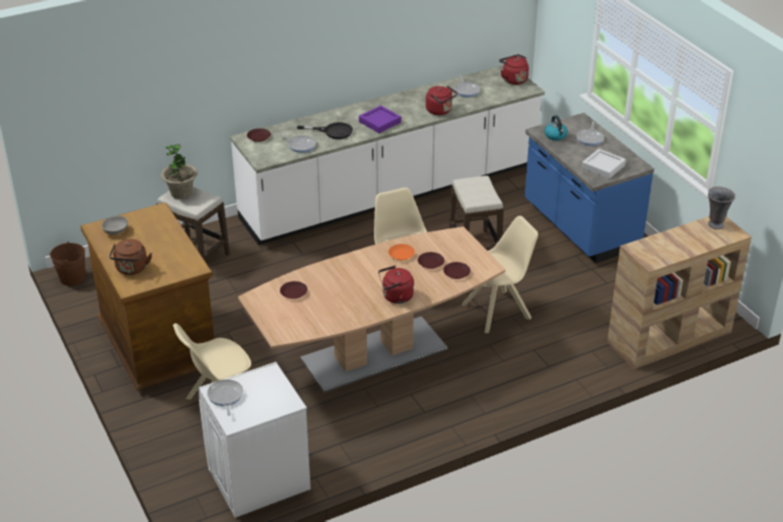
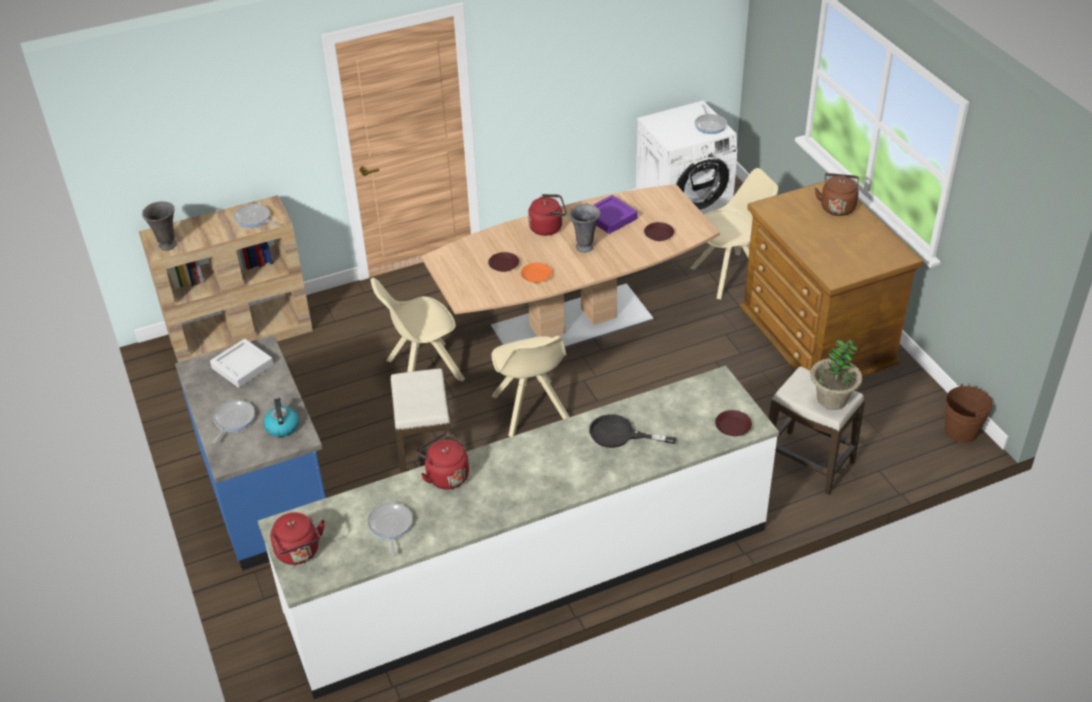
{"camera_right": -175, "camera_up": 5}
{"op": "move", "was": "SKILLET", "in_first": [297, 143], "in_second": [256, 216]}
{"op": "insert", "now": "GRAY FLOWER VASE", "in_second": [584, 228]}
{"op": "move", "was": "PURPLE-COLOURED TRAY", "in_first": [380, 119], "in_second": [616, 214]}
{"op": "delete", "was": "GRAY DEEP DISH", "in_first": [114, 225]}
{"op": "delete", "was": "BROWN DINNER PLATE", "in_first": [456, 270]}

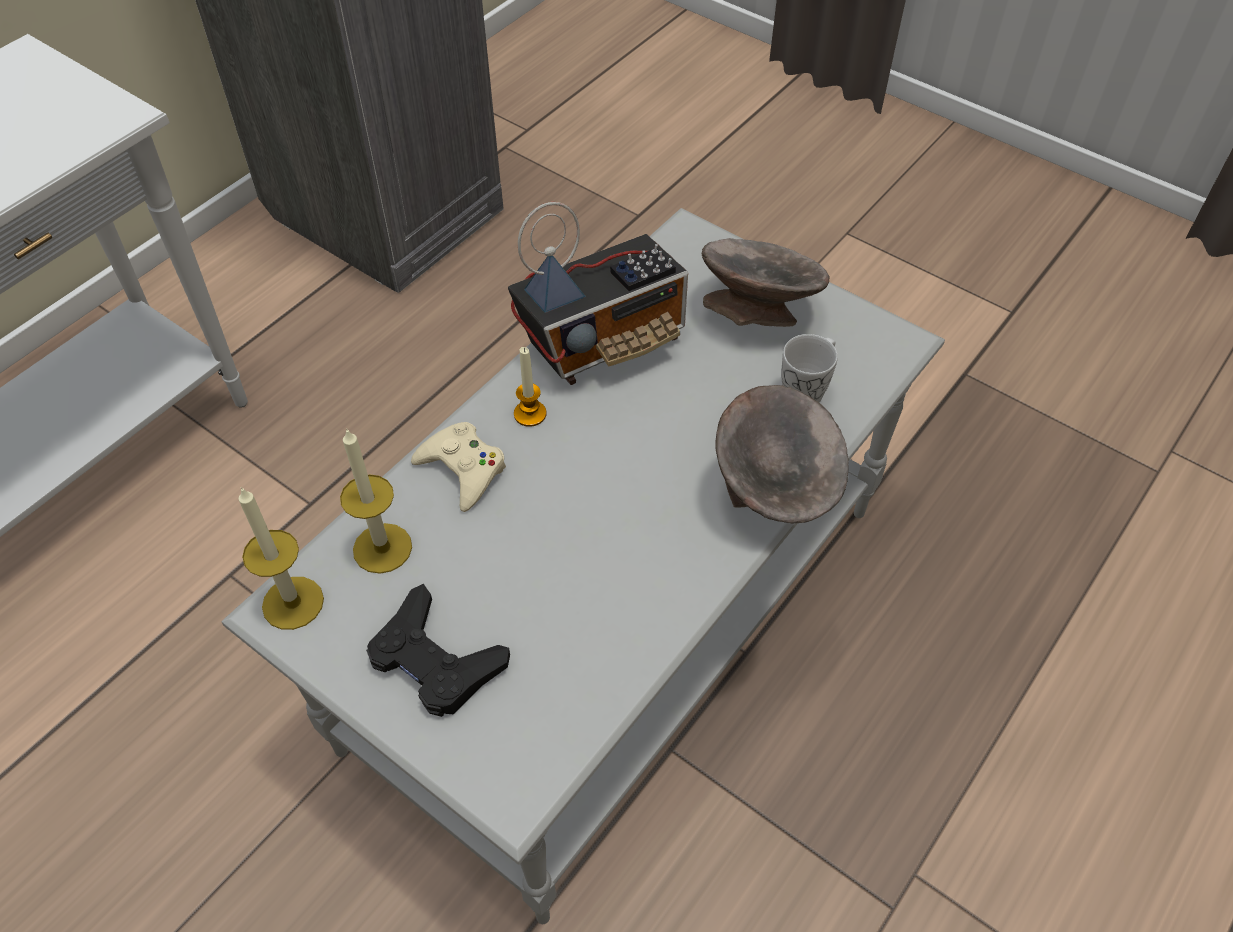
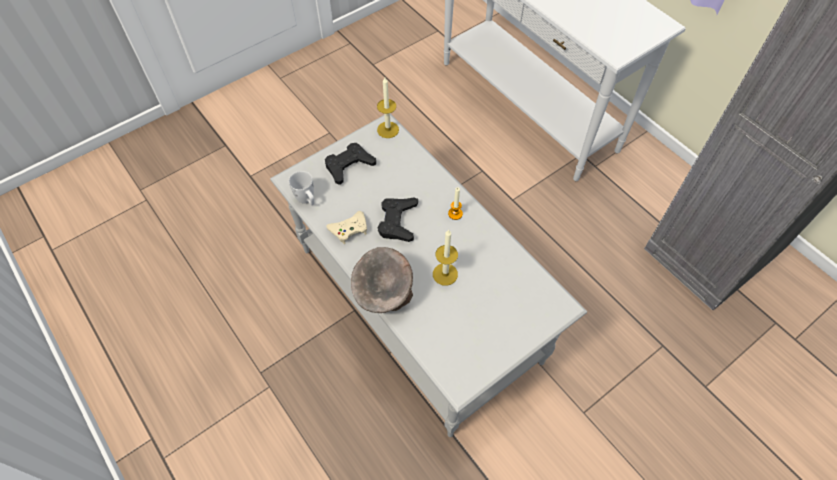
{"camera_right": 105, "camera_up": 5}
{"op": "move", "was": "WHITE-COLOURED MUG", "in_first": [809, 368], "in_second": [301, 188]}
{"op": "move", "was": "BEIGE GAME CONTROLLER", "in_first": [458, 467], "in_second": [346, 227]}
{"op": "insert", "now": "BLACK GAME CONTROLLER", "in_second": [398, 220]}
{"op": "move", "was": "CANDLE", "in_first": [376, 501], "in_second": [445, 257]}
{"op": "delete", "was": "RADIO SET", "in_first": [598, 293]}
{"op": "delete", "was": "GRAY DEEP DISH", "in_first": [765, 282]}

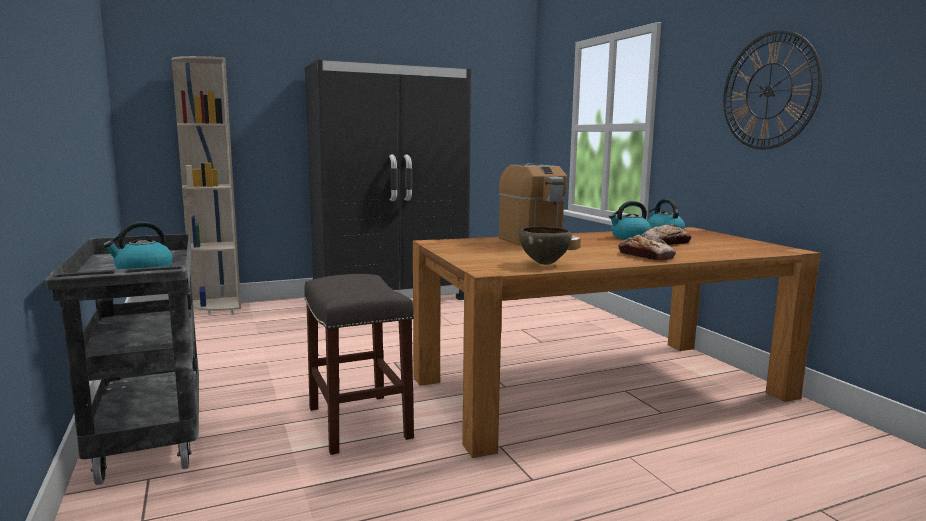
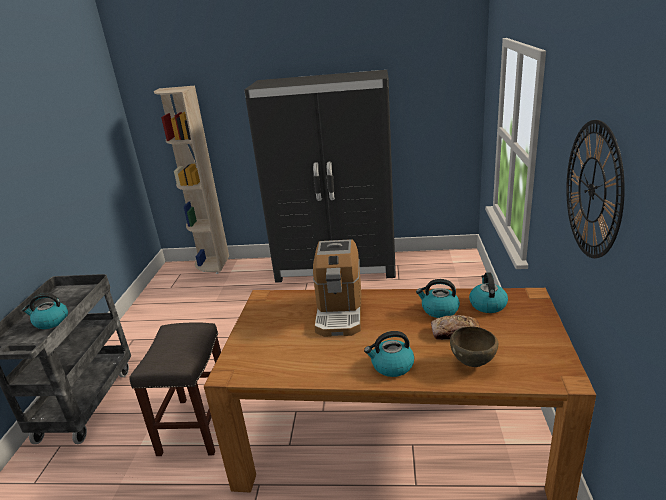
{"camera_right": 30, "camera_up": 15}
{"op": "replace", "was": "BREAD", "now": "WATER KETTLE", "in_first": [647, 248], "in_second": [389, 354]}
{"op": "move", "was": "BROWN DEEP DISH", "in_first": [545, 246], "in_second": [474, 346]}

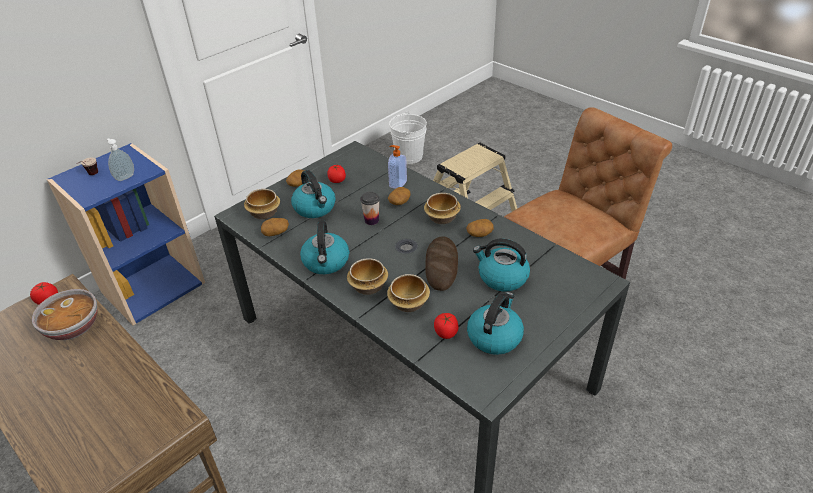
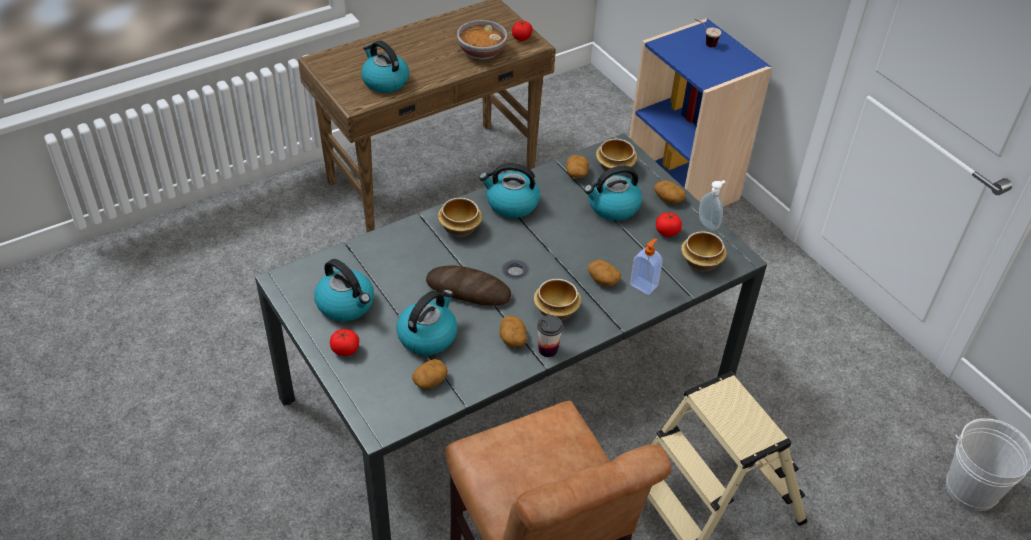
{"camera_right": 100, "camera_up": 5}
{"op": "move", "was": "TOMATO", "in_first": [446, 326], "in_second": [344, 342]}
{"op": "insert", "now": "WATER KETTLE", "in_second": [385, 66]}
{"op": "insert", "now": "SPUD", "in_second": [430, 374]}
{"op": "move", "was": "CUP", "in_first": [370, 208], "in_second": [550, 336]}
{"op": "move", "was": "DEEP DISH", "in_first": [408, 293], "in_second": [704, 251]}
{"op": "move", "was": "LIQUID SOAP BOTTLE", "in_first": [120, 159], "in_second": [712, 205]}

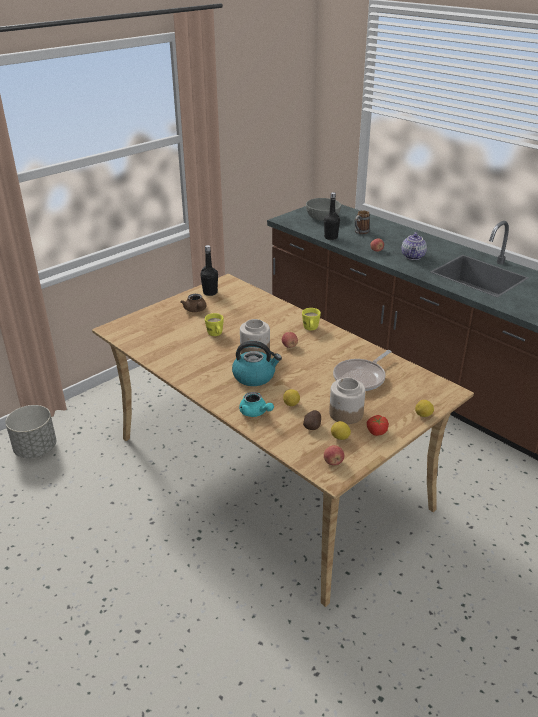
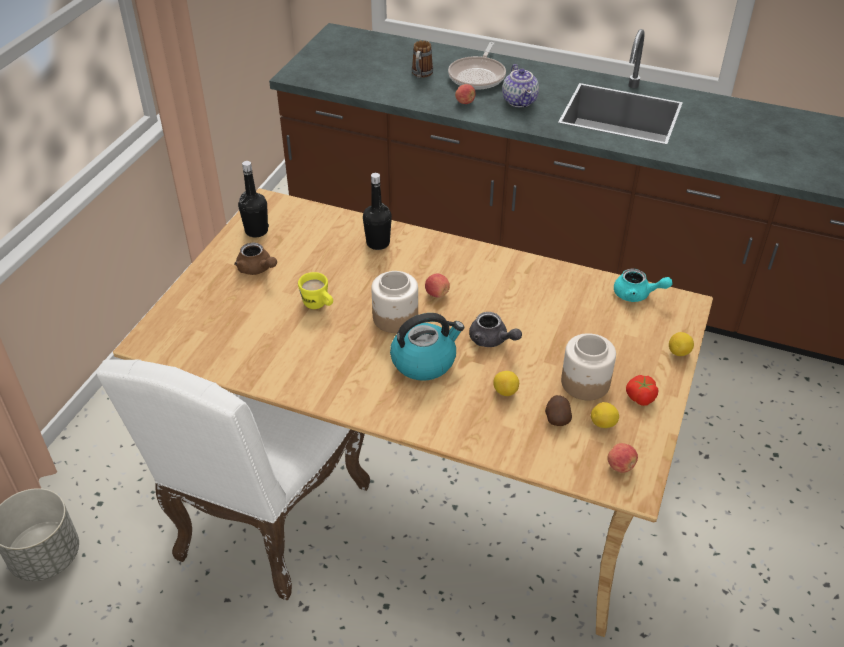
{"camera_right": -25, "camera_up": 10}
{"op": "insert", "now": "WHITE-COLOURED CHAIR", "in_second": [233, 479]}
{"op": "move", "was": "BLACK BOTTLE", "in_first": [332, 216], "in_second": [377, 211]}
{"op": "move", "was": "SKILLET", "in_first": [362, 370], "in_second": [477, 65]}
{"op": "insert", "now": "GRAY TEAPOT", "in_second": [495, 329]}
{"op": "move", "was": "TURQUOISE TEAPOT", "in_first": [256, 404], "in_second": [643, 285]}
{"op": "delete", "was": "YELLOW MUG", "in_first": [311, 319]}
{"op": "delete", "was": "GRAY DEEP DISH", "in_first": [323, 209]}

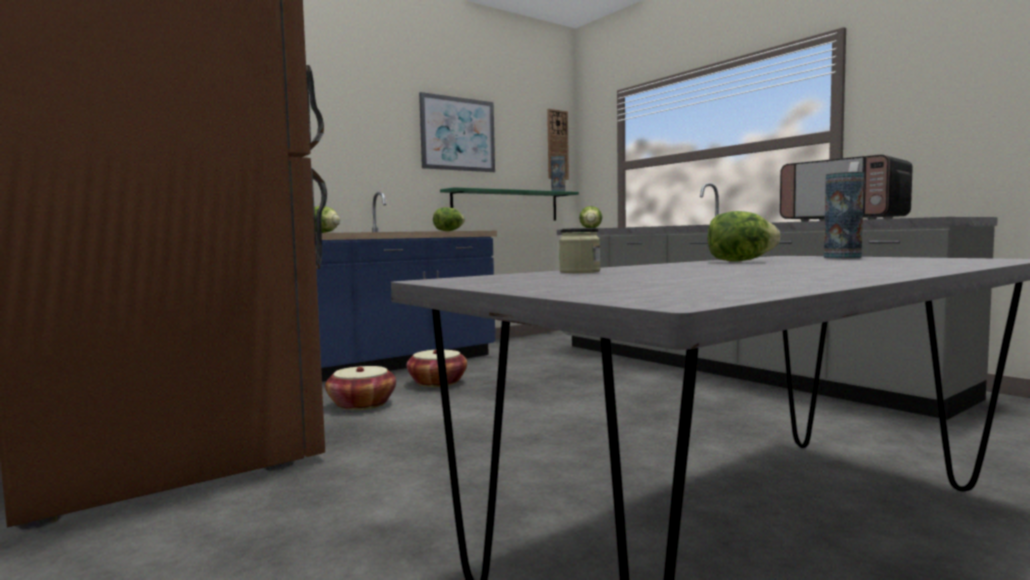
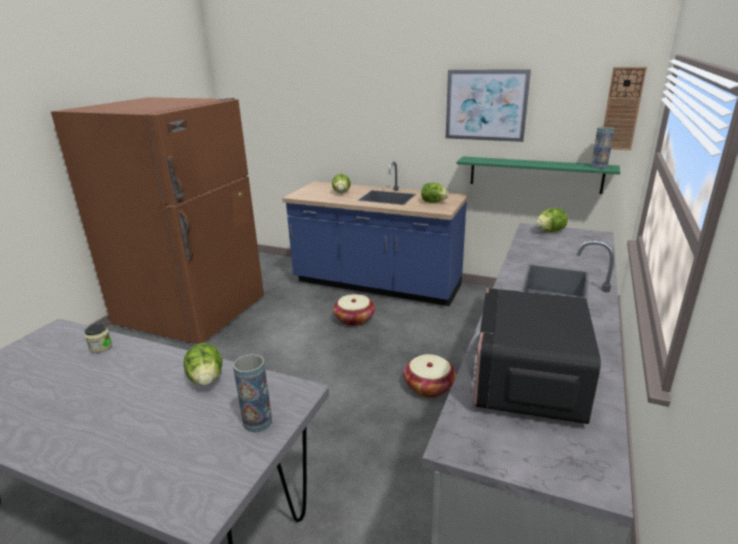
{"camera_right": 60, "camera_up": 20}
{"op": "move", "was": "HOUSEHOLD BASKET", "in_first": [360, 388], "in_second": [430, 375]}

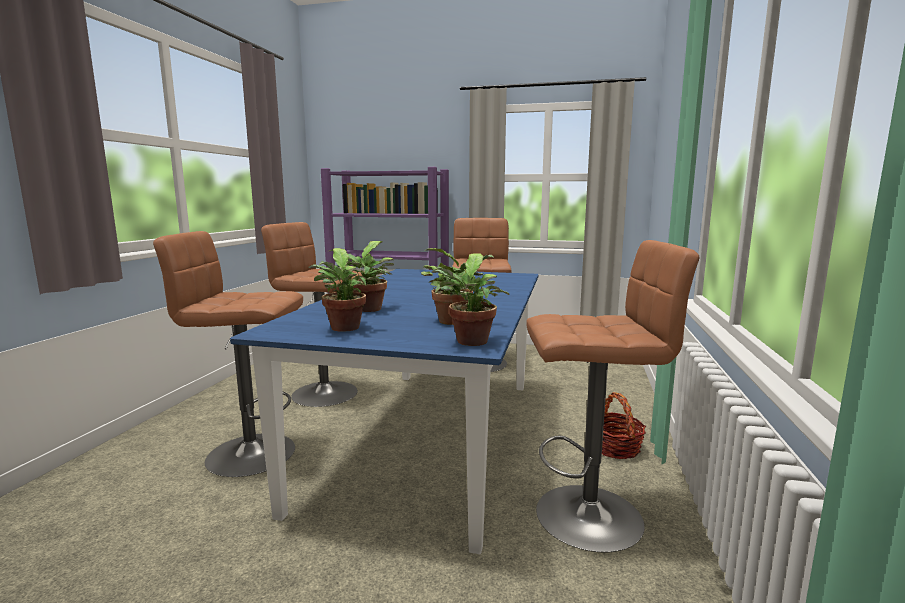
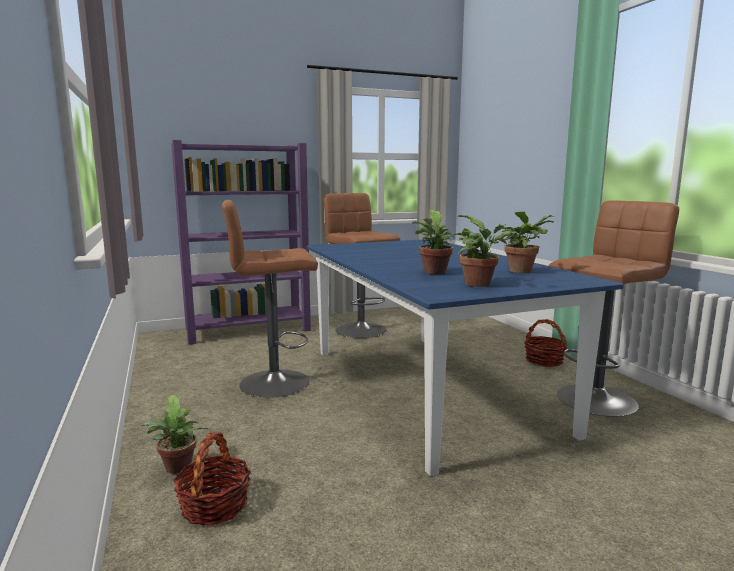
{"camera_right": -35, "camera_up": 0}
{"op": "move", "was": "HOUSEPLANT", "in_first": [471, 299], "in_second": [174, 434]}
{"op": "insert", "now": "HOUSEHOLD BASKET", "in_second": [212, 479]}
{"op": "delete", "was": "BROWN SITTING STOOL", "in_first": [228, 354]}

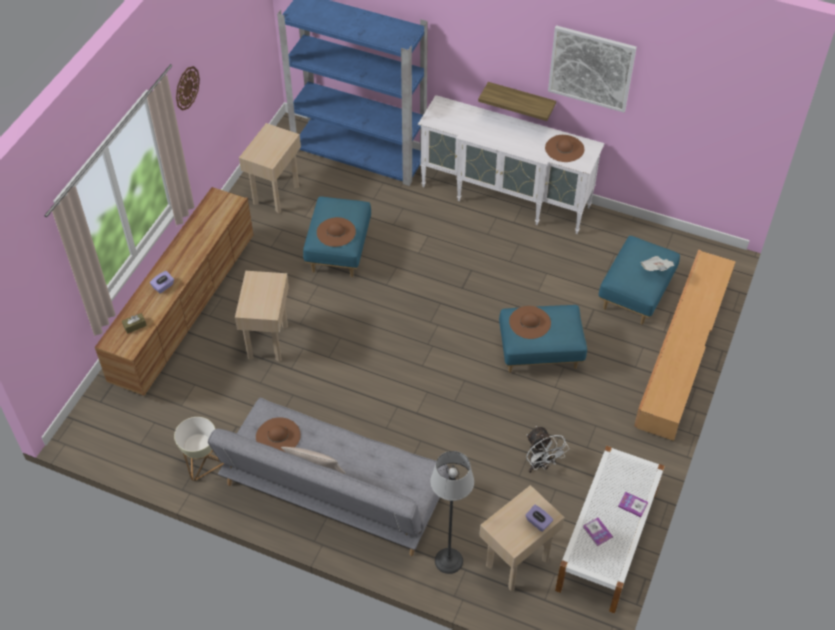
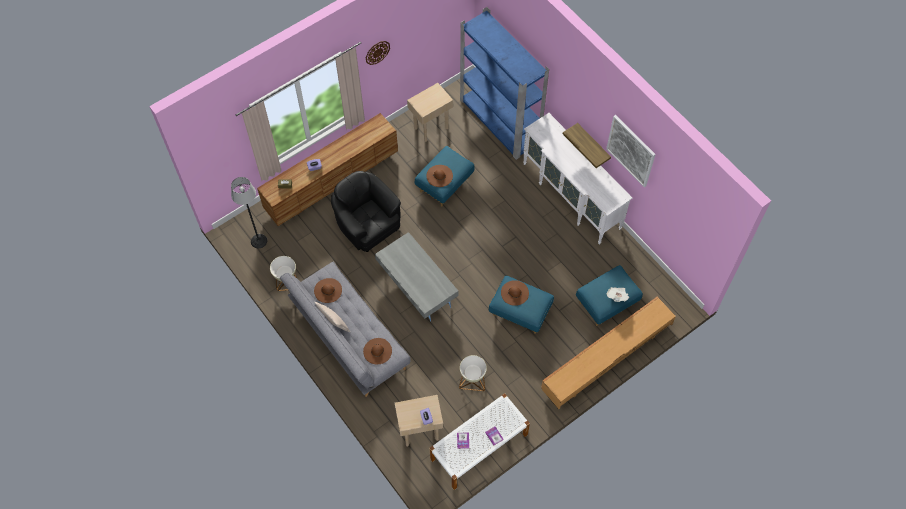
{"camera_right": 30, "camera_up": 10}
{"op": "move", "was": "STANDING LAMP", "in_first": [452, 512], "in_second": [249, 212]}
{"op": "replace", "was": "BEIGE ACCENT TABLE", "now": "BLACK EASY CHAIR", "in_first": [262, 316], "in_second": [366, 211]}
{"op": "move", "was": "BROWN HAT", "in_first": [564, 148], "in_second": [377, 351]}
{"op": "insert", "now": "GRAY COFFEE TABLE", "in_second": [416, 277]}
{"op": "replace", "was": "WHITE-COLOURED FAN", "now": "PLANTER", "in_first": [547, 449], "in_second": [473, 373]}

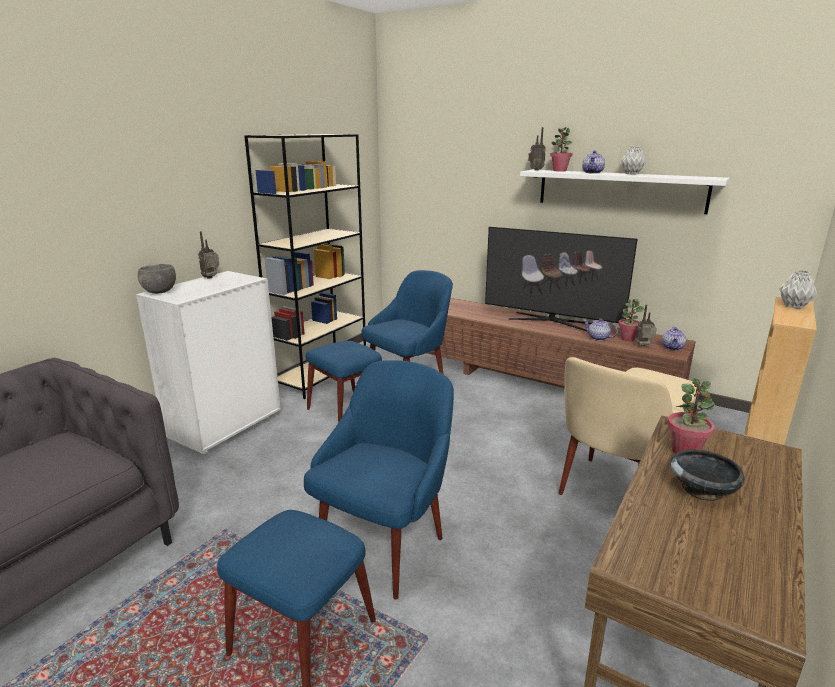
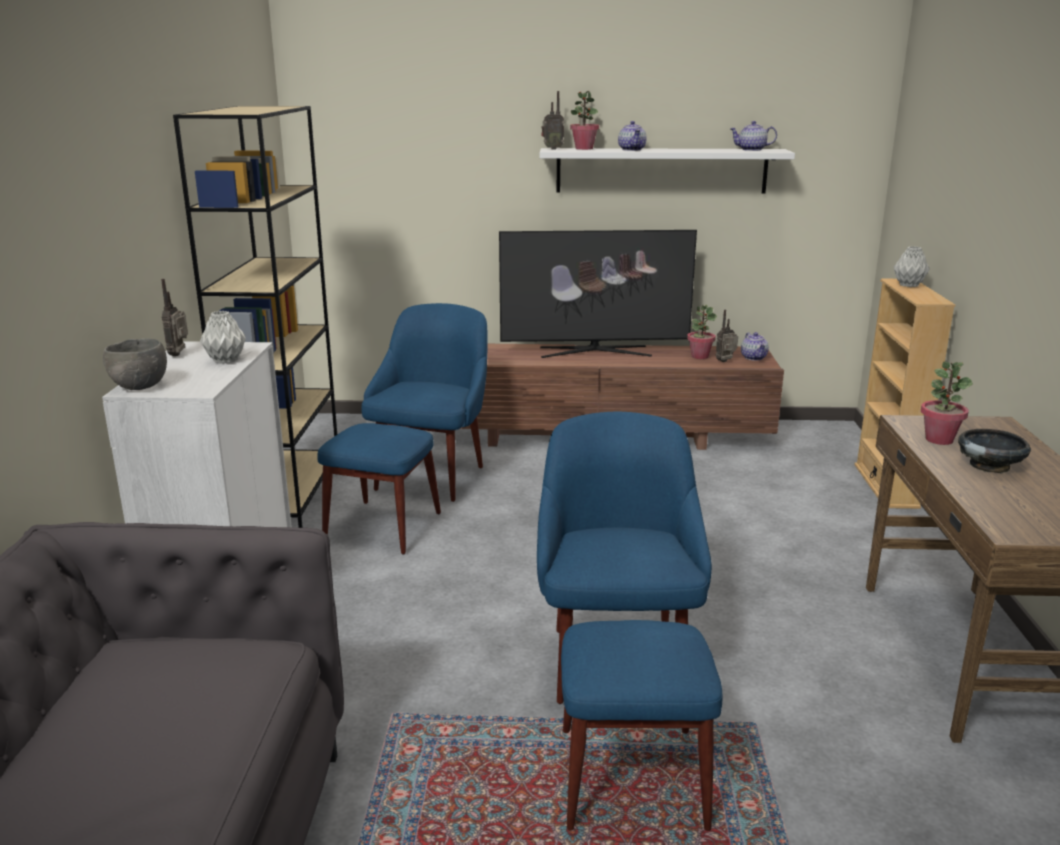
{"camera_right": -30, "camera_up": 0}
{"op": "move", "was": "GRAY FLOWER VASE", "in_first": [633, 160], "in_second": [223, 337]}
{"op": "move", "was": "TEAPOT", "in_first": [601, 329], "in_second": [753, 136]}
{"op": "delete", "was": "BEIGE EASY CHAIR", "in_first": [629, 426]}

